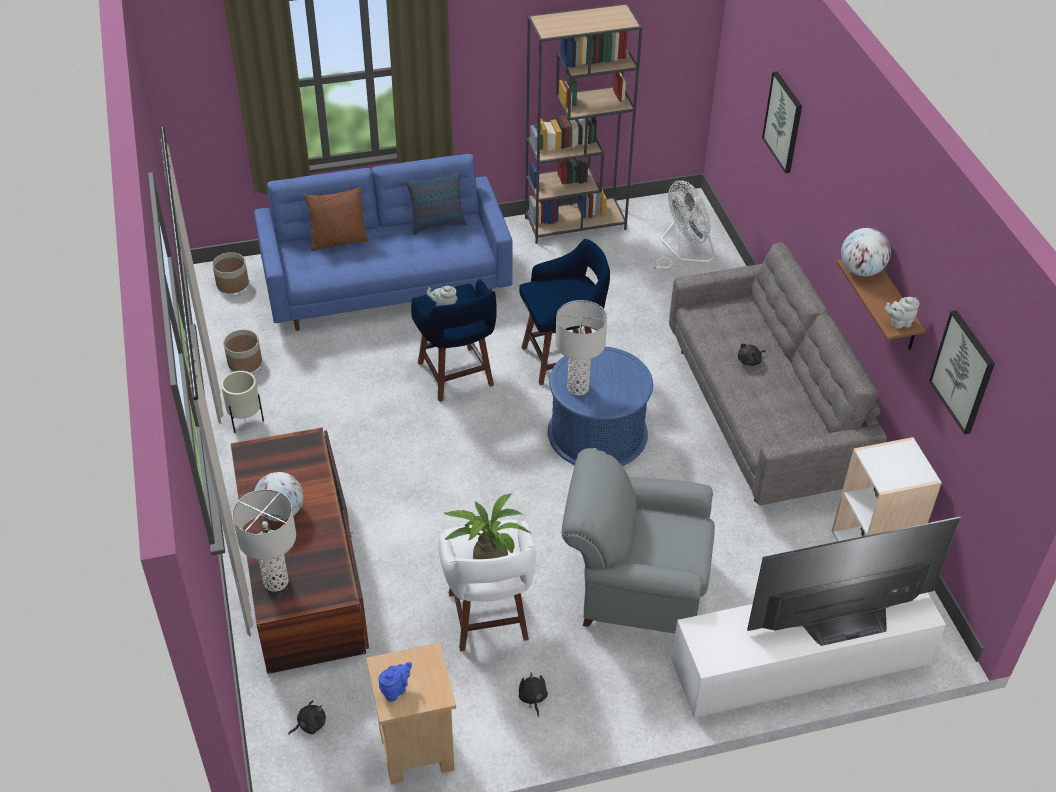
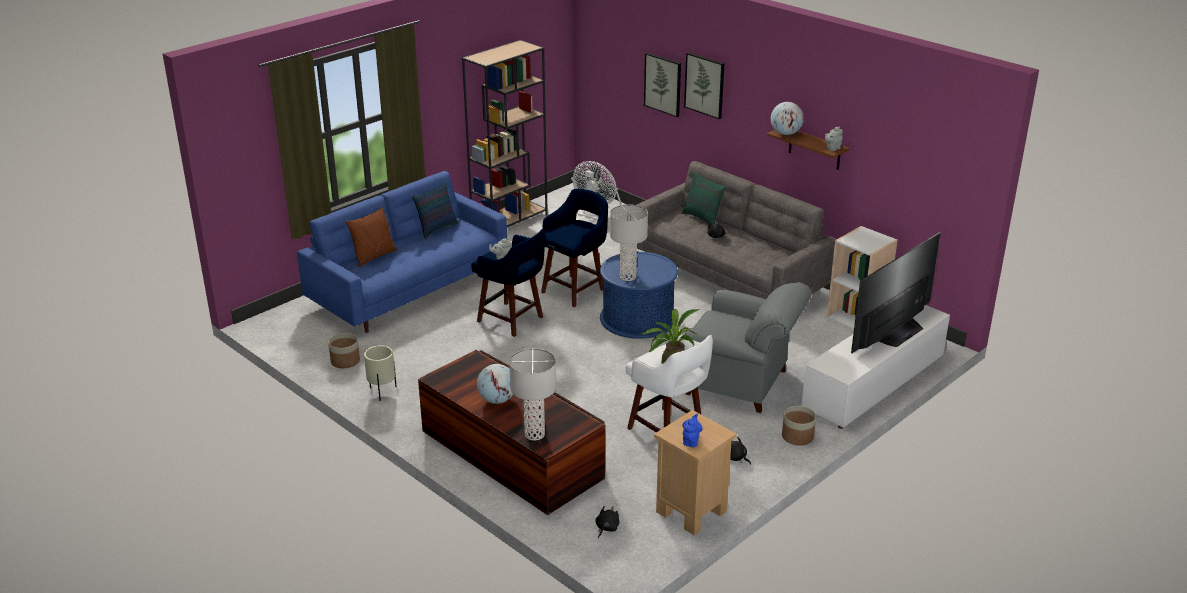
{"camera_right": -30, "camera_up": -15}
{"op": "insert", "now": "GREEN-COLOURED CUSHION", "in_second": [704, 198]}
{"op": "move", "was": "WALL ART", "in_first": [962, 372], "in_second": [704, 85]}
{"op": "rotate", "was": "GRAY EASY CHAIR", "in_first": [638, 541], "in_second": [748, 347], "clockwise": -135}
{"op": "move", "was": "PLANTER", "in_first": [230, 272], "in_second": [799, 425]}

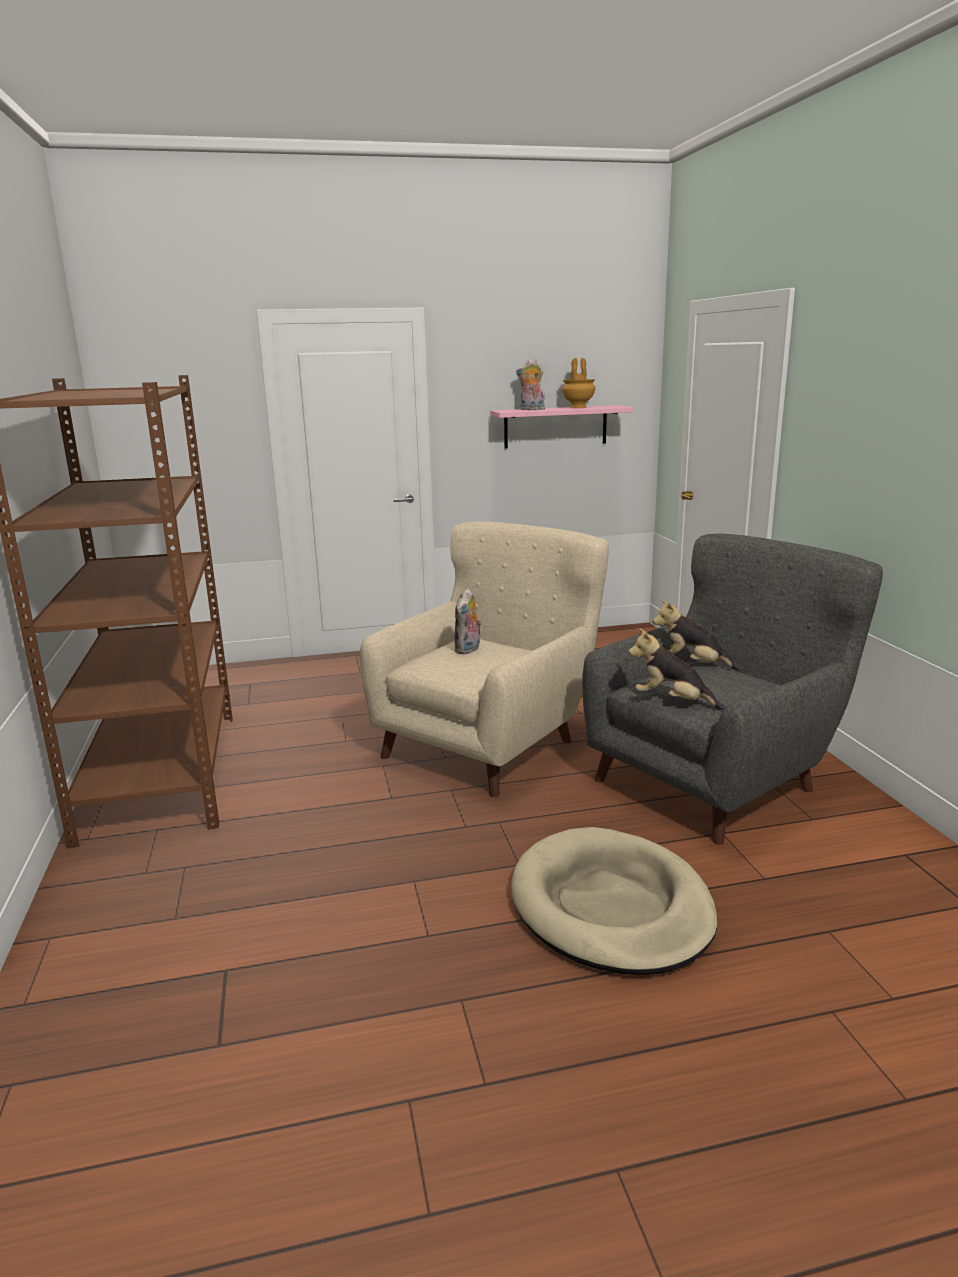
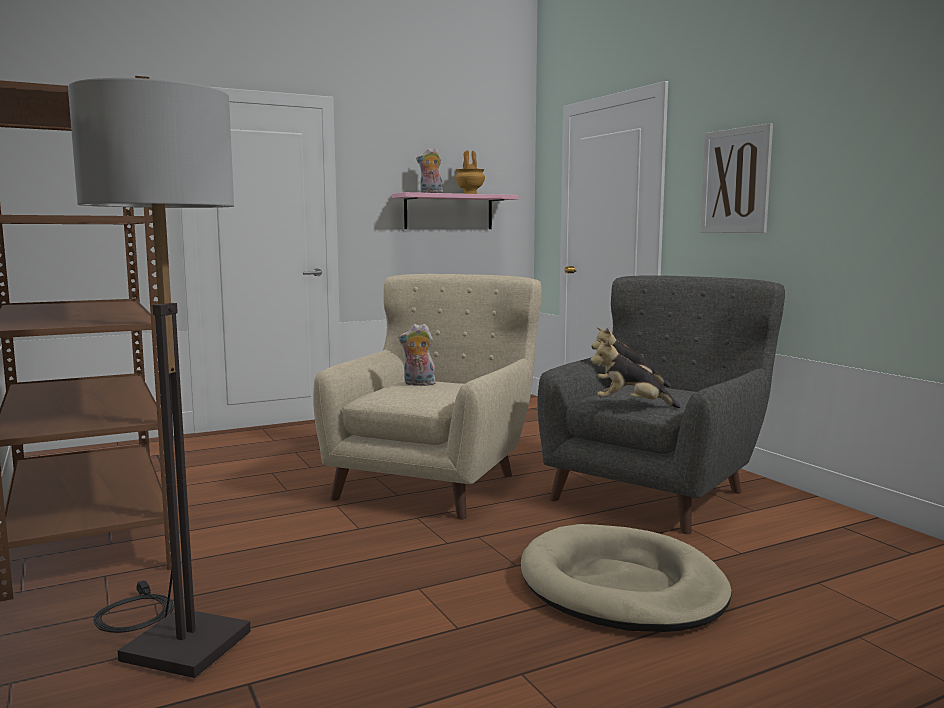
{"camera_right": -15, "camera_up": -10}
{"op": "insert", "now": "STANDING LAMP", "in_second": [159, 378]}
{"op": "rotate", "was": "CUDDLY TOY", "in_first": [468, 621], "in_second": [418, 355], "clockwise": 90}
{"op": "insert", "now": "WALL ART", "in_second": [736, 178]}

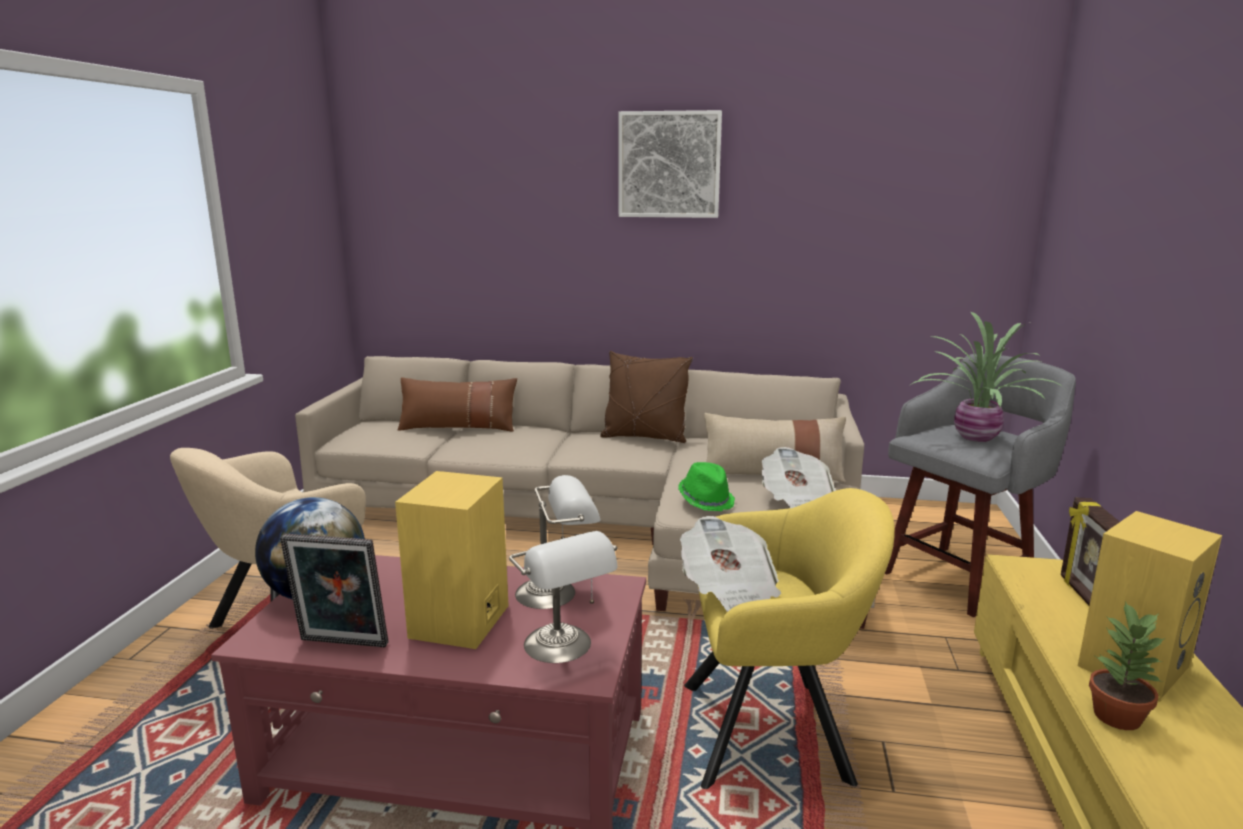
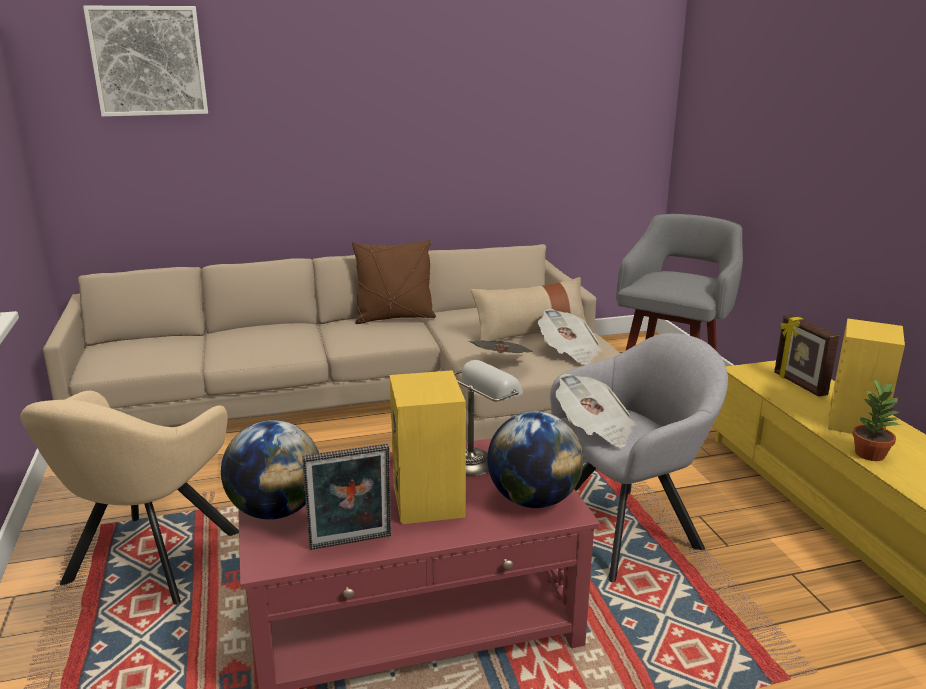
{"camera_right": -25, "camera_up": 5}
{"op": "move", "was": "WALL ART", "in_first": [670, 164], "in_second": [145, 61]}
{"op": "replace", "was": "GREEN-COLOURED HAT", "now": "DAILY PAPER", "in_first": [706, 486], "in_second": [500, 346]}
{"op": "replace", "was": "WHITE-COLOURED TABLETOP LAMP", "now": "DESK GLOBE", "in_first": [563, 597], "in_second": [535, 459]}
{"op": "recolor", "was": "YELLOW EASY CHAIR", "now": "GRAY EASY CHAIR", "in_first": [789, 638], "in_second": [639, 457]}
{"op": "delete", "was": "BROWN CUSHION", "in_first": [457, 404]}
{"op": "delete", "was": "HOUSEPLANT", "in_first": [985, 377]}

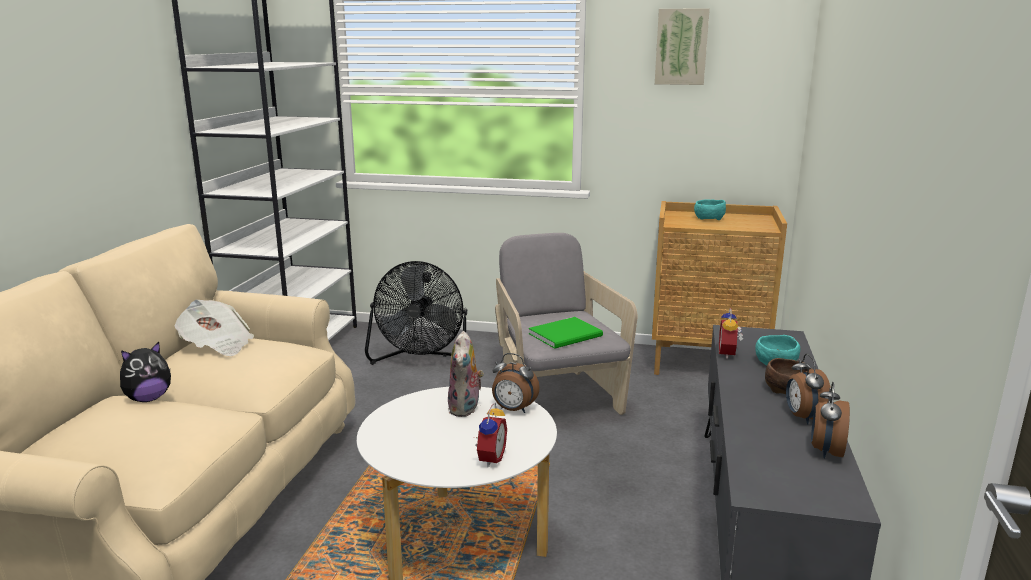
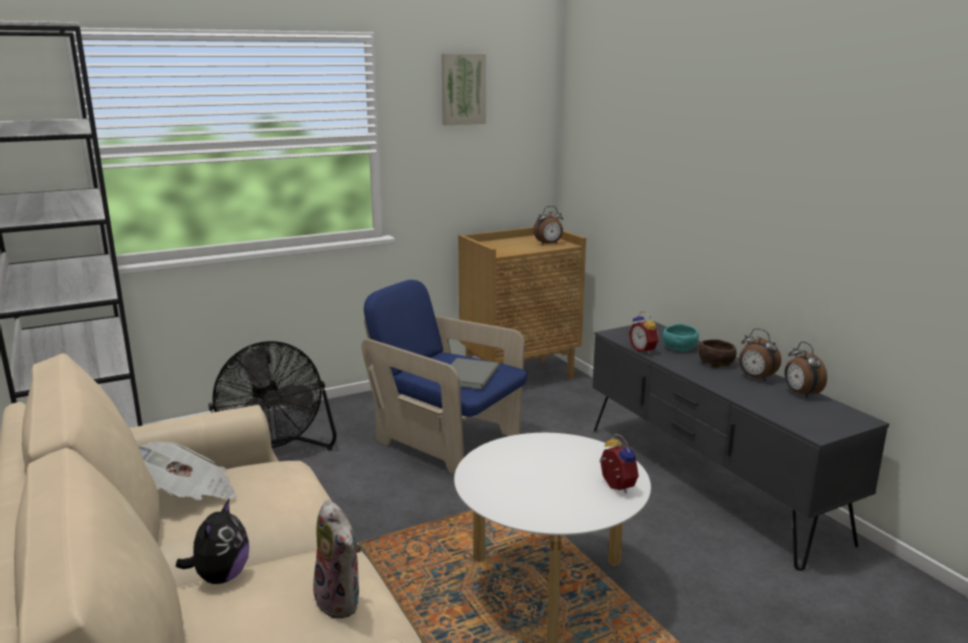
{"camera_right": -40, "camera_up": 0}
{"op": "move", "was": "CUDDLY TOY", "in_first": [466, 374], "in_second": [337, 559]}
{"op": "recolor", "was": "GRAY EASY CHAIR", "now": "BLUISH EASY CHAIR", "in_first": [566, 324], "in_second": [444, 377]}
{"op": "recolor", "was": "GREEN-COLOURED VOLUME", "now": "GRAY VOLUME", "in_first": [565, 333], "in_second": [468, 374]}
{"op": "move", "was": "BEDSIDE CLOCK", "in_first": [516, 383], "in_second": [548, 225]}
{"op": "delete", "was": "TURQUOISE DEEP DISH", "in_first": [710, 209]}

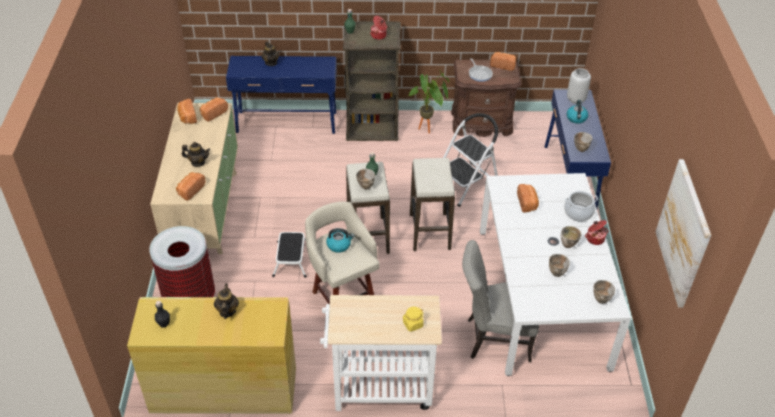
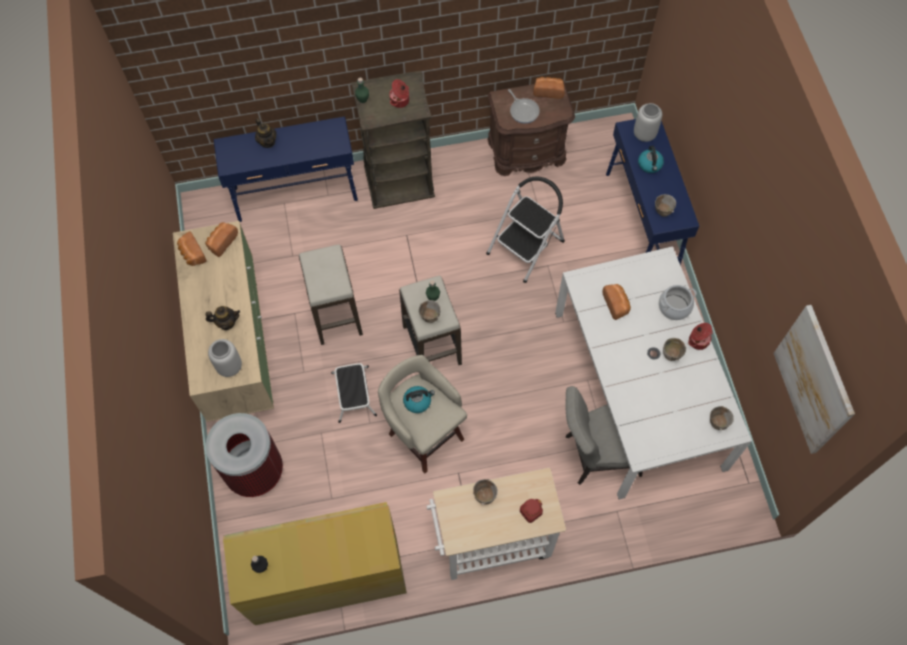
{"camera_right": -10, "camera_up": 20}
{"op": "replace", "was": "BREAD", "now": "GRAY FLOWER VASE", "in_first": [190, 186], "in_second": [225, 358]}
{"op": "move", "was": "SITTING STOOL", "in_first": [432, 204], "in_second": [331, 294]}
{"op": "move", "was": "DEEP DISH", "in_first": [559, 265], "in_second": [485, 492]}
{"op": "recolor", "was": "YELLOW JAR", "now": "RED JAR", "in_first": [413, 319], "in_second": [531, 511]}
{"op": "delete", "was": "TEAPOT", "in_first": [226, 301]}
{"op": "delete", "was": "HOUSEPLANT", "in_first": [428, 101]}

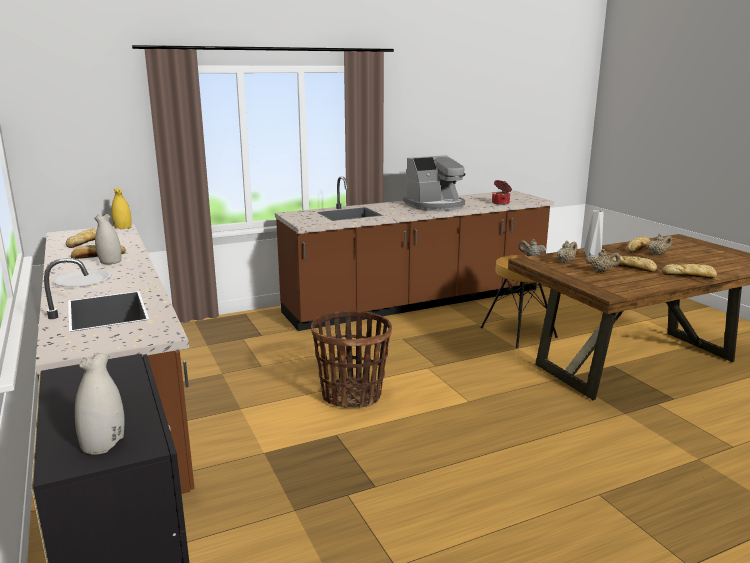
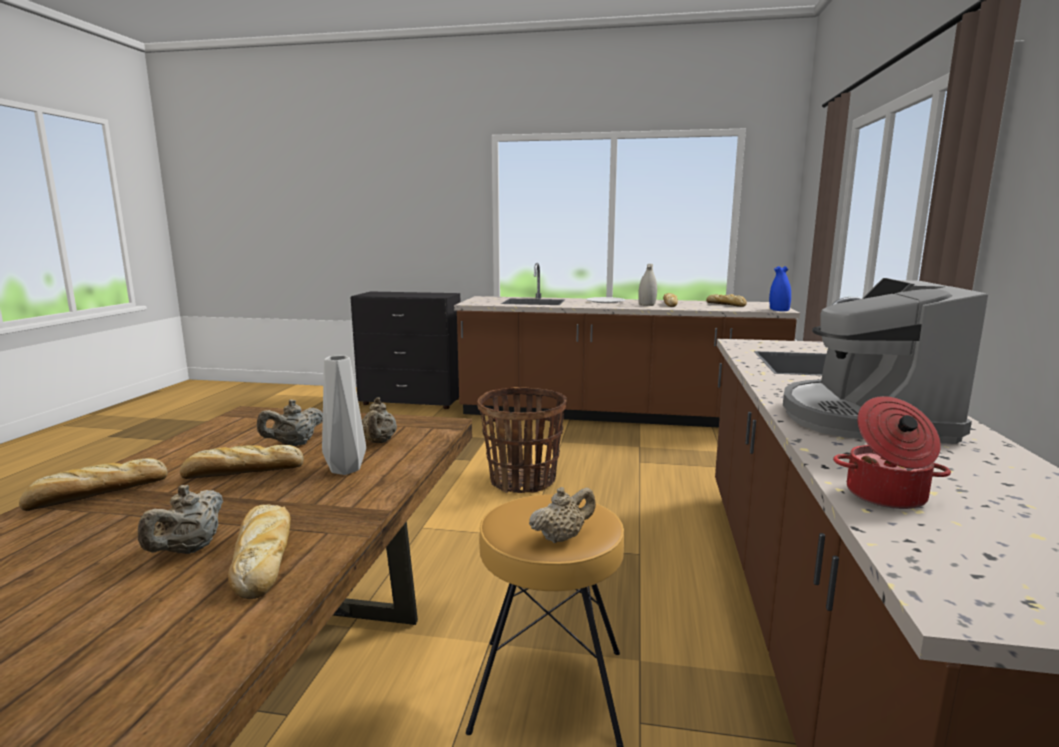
{"camera_right": 125, "camera_up": -5}
{"op": "recolor", "was": "YELLOW FLOWER VASE", "now": "BLUISH FLOWER VASE", "in_first": [121, 209], "in_second": [780, 288]}
{"op": "delete", "was": "WHITE-COLOURED FLOWER VASE", "in_first": [100, 404]}

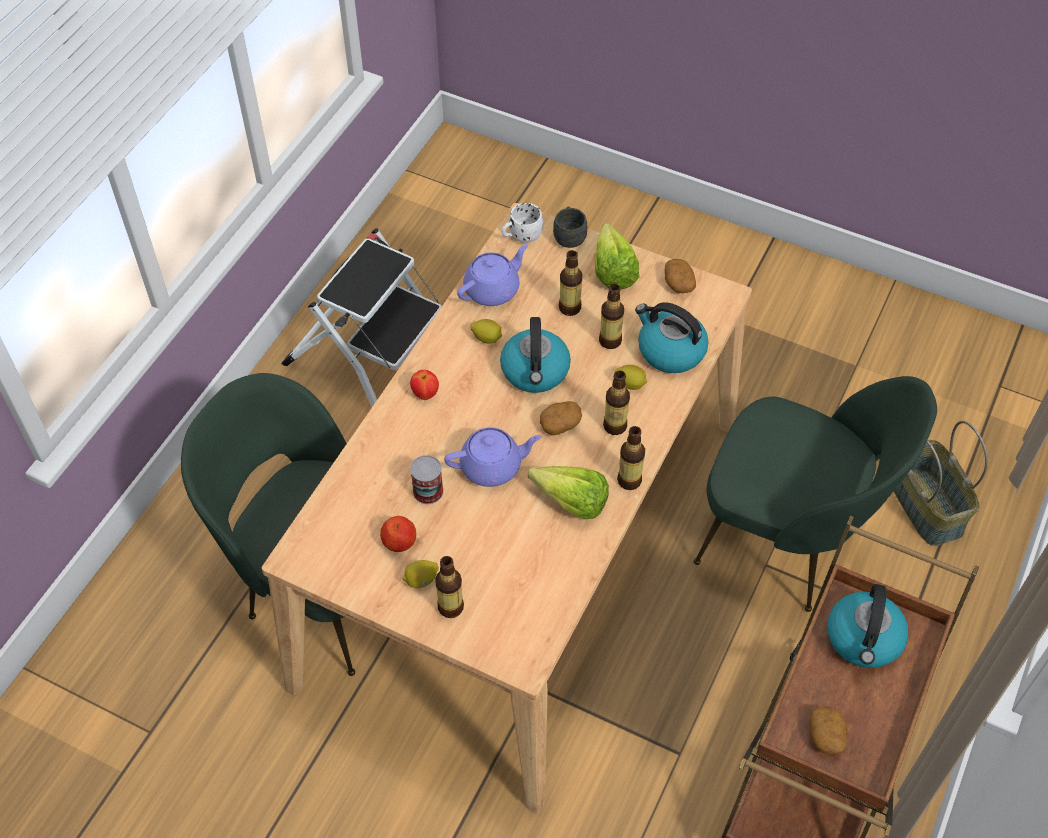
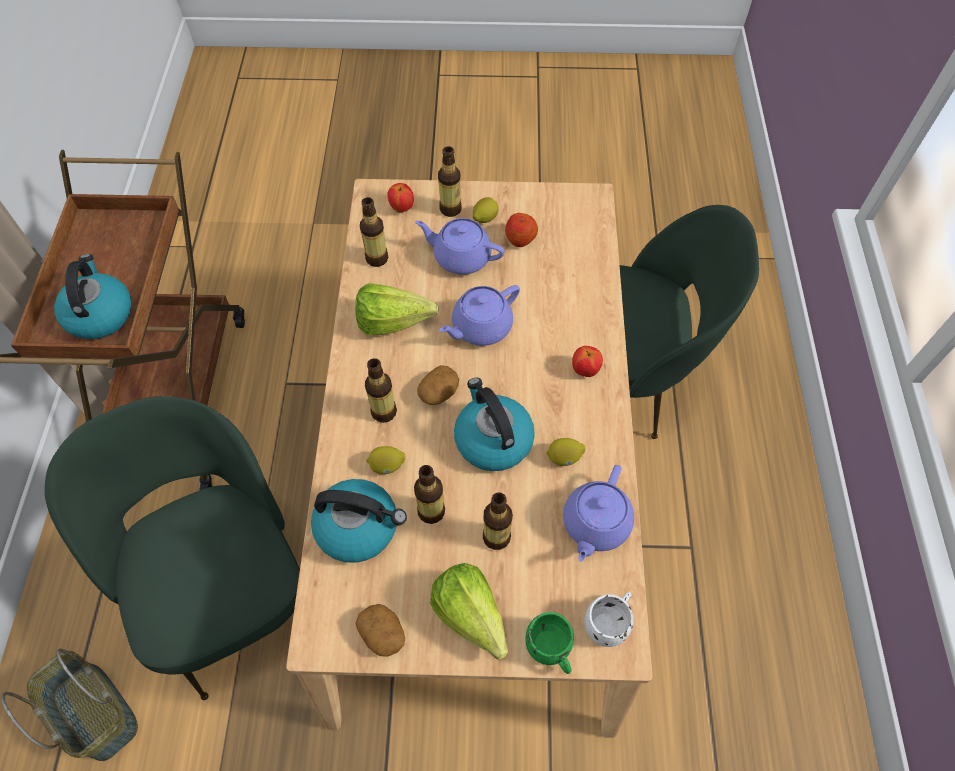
{"camera_right": 155, "camera_up": 5}
{"op": "rotate", "was": "GREEN-COLOURED CHAIR", "in_first": [815, 494], "in_second": [172, 548], "clockwise": 60}
{"op": "move", "was": "BOTTLE", "in_first": [631, 458], "in_second": [374, 232]}
{"op": "insert", "now": "APPLE FRUIT", "in_second": [400, 198]}
{"op": "insert", "now": "PURPLE-COLOURED TEAPOT", "in_second": [460, 246]}
{"op": "recolor", "was": "GRAY MUG", "now": "GREEN-COLOURED MUG", "in_first": [570, 227], "in_second": [549, 643]}
{"op": "delete", "was": "STEPLADDER", "in_first": [361, 317]}
{"op": "delete", "was": "CAN", "in_first": [426, 479]}
{"op": "delete", "was": "SPUD", "in_first": [828, 730]}

